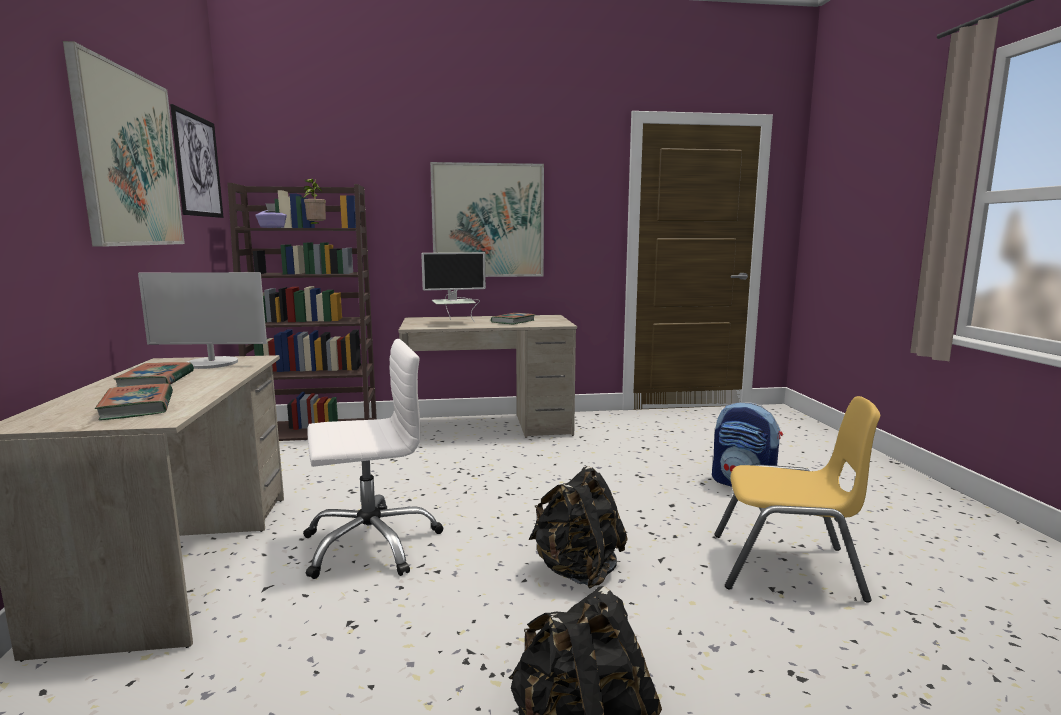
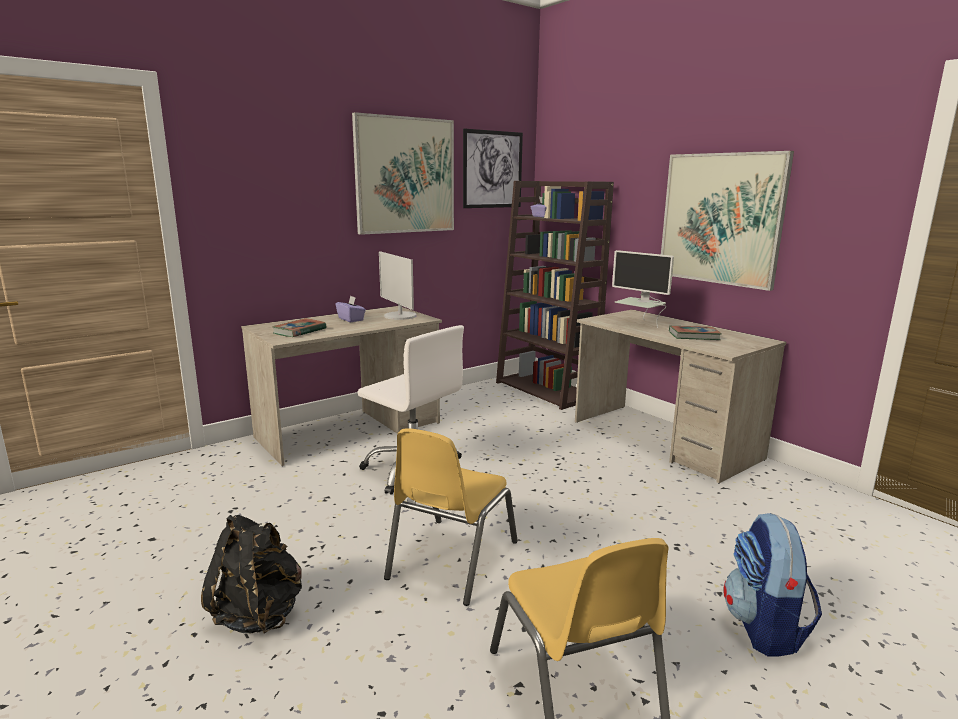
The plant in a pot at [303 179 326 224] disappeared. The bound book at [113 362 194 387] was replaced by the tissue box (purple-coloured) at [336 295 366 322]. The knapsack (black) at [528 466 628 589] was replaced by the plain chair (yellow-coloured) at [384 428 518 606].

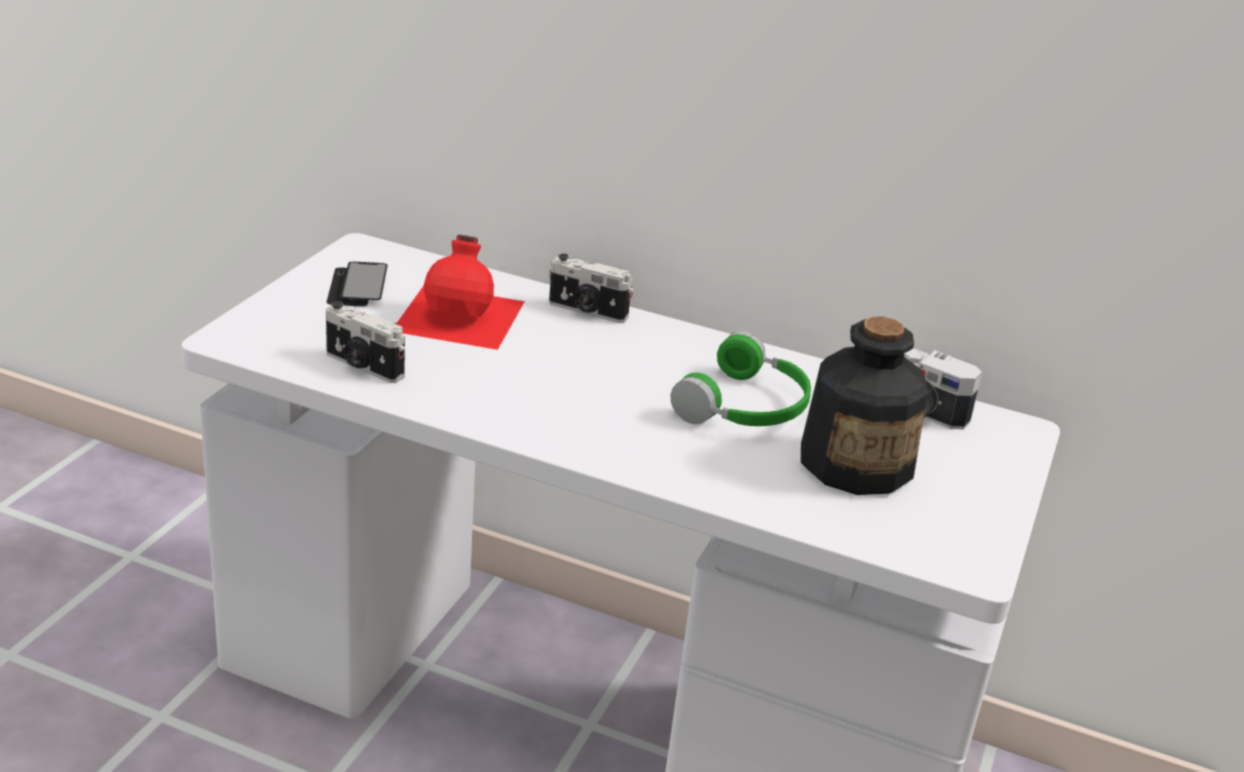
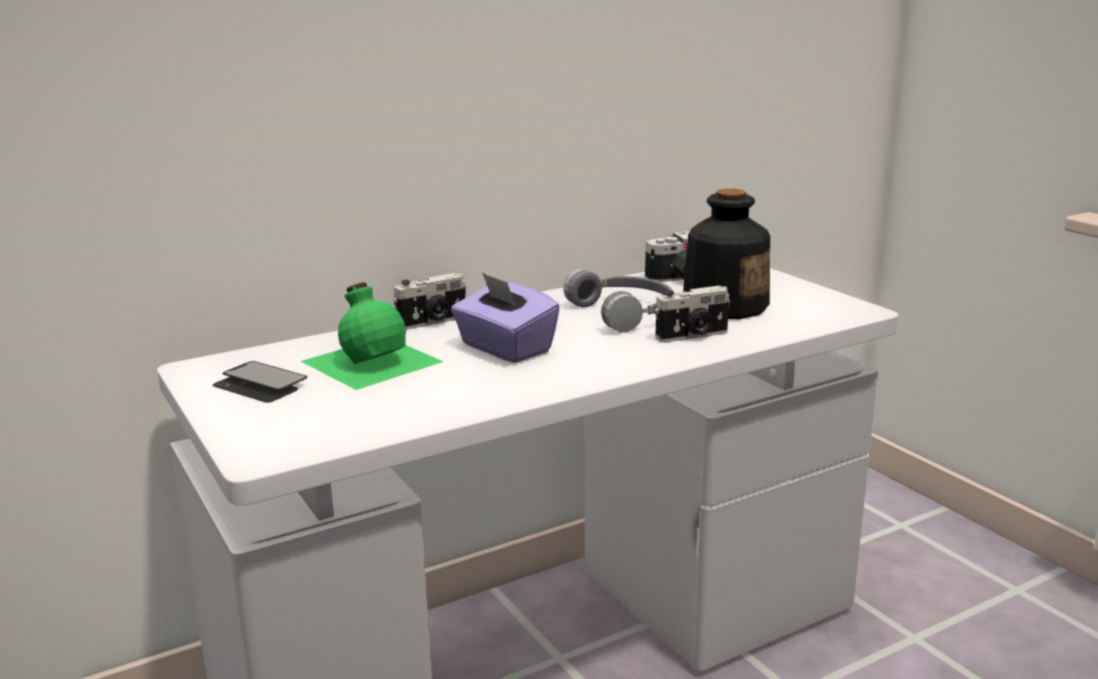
The bottle (red) at [396 235 525 350] became the bottle (green-coloured) at [301 282 444 390]. The photo camera moved from [326 301 405 383] to [655 286 730 343]. The headset (green-coloured) at [670 331 811 426] became the headset (gray) at [563 269 673 333]. The tissue box (purple-coloured) at [451 272 560 363] appeared.

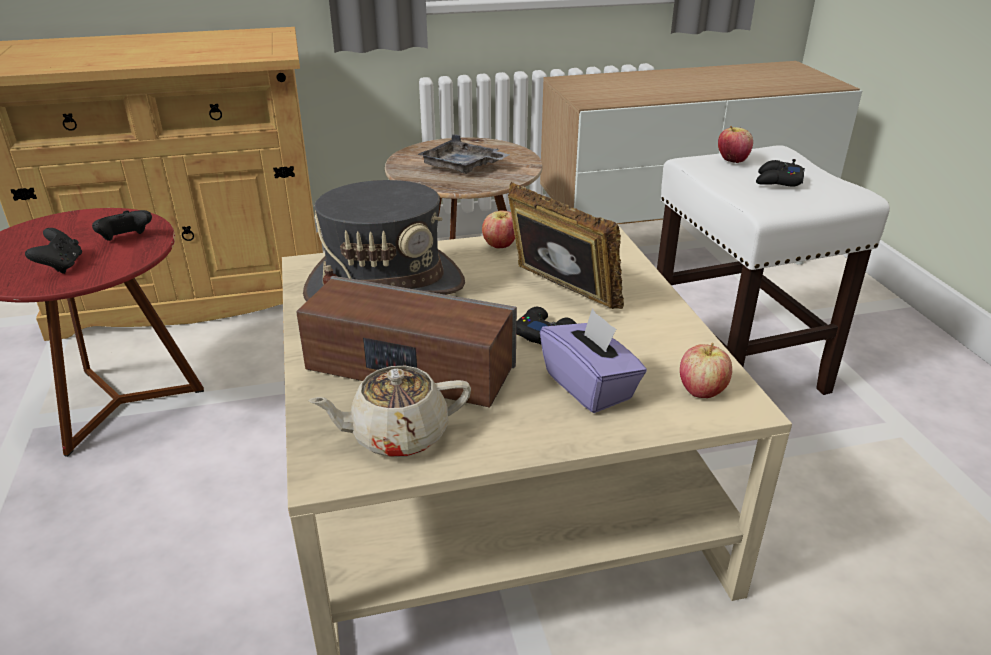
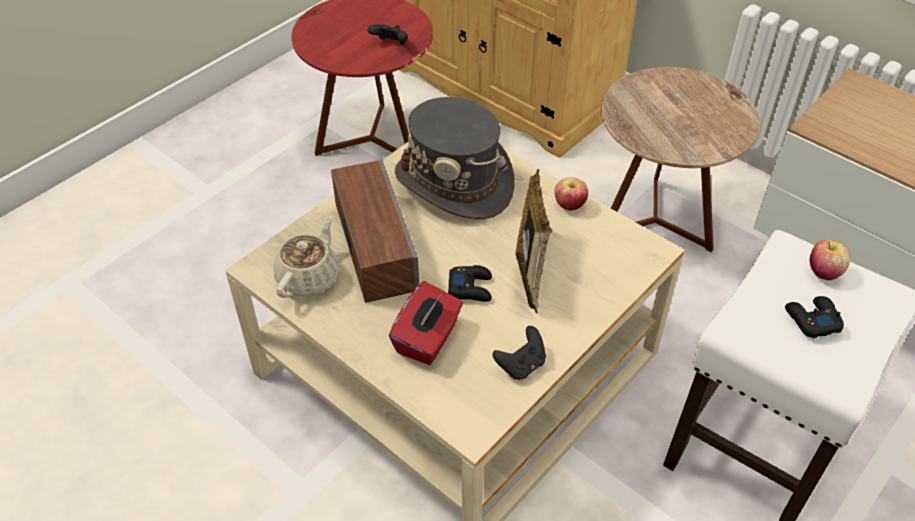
The carrying tray (gray) at [417 134 510 174] disappeared. The gamepad (black) moved from [25 228 82 274] to [492 326 546 380]. The tissue box (purple-coloured) at [540 309 647 413] became the tissue box (red) at [389 281 463 365]. The apple fruit at [680 343 732 398] disappeared. The tea pot (sand-coloured) at [308 366 471 457] turned 75 degrees clockwise.

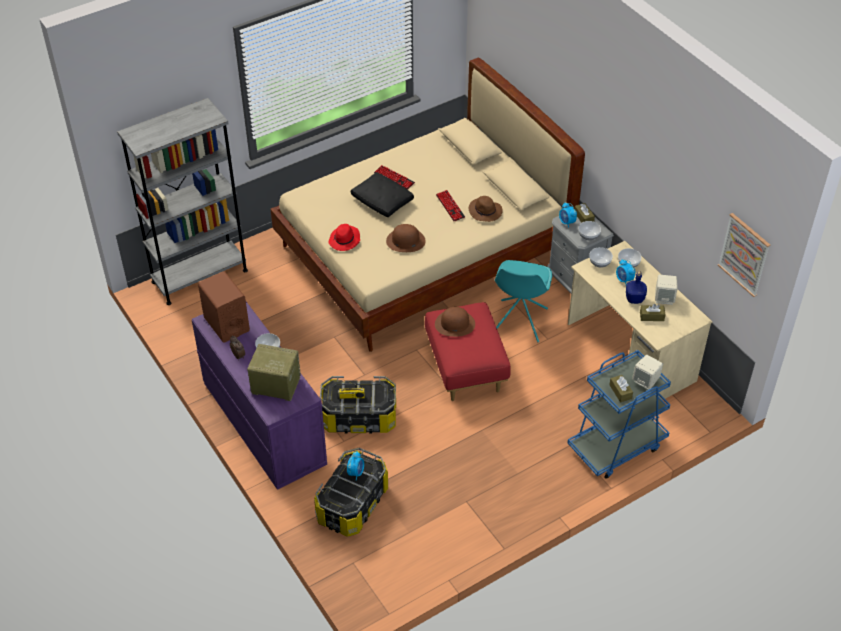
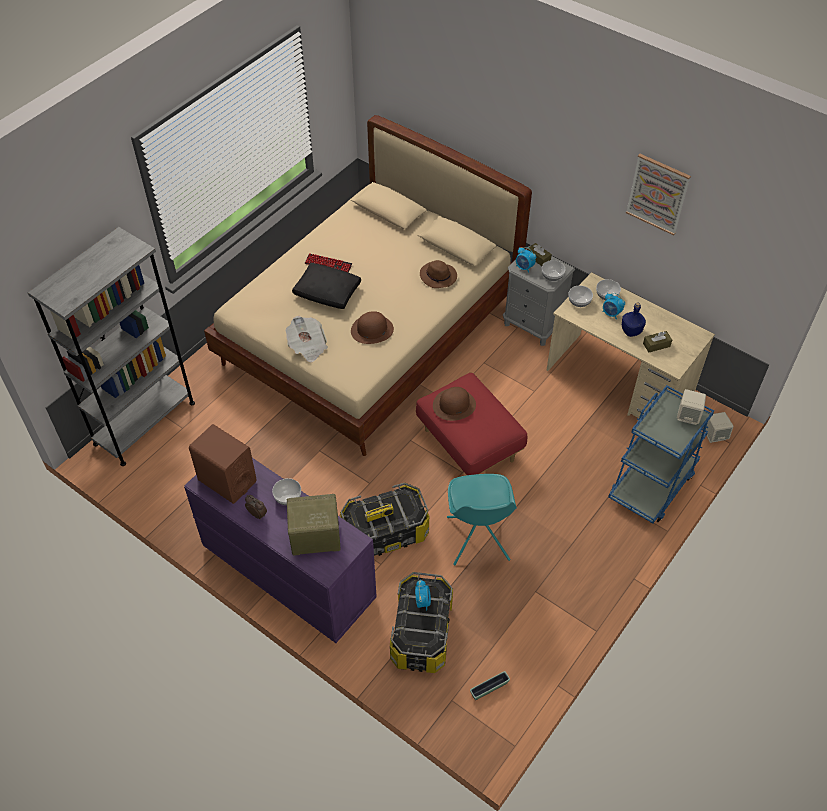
The PC keyboard at [436 190 465 221] disappeared. The wall art moved from [718 213 770 297] to [626 154 691 235]. The wearable hat (red) at [328 224 360 251] was replaced by the newspaper at [285 316 328 362]. The plain chair (turquoise) moved from [494 260 552 342] to [447 474 517 565]. The audio speaker (sand-coloured) moved from [655 274 678 305] to [705 412 733 443]. The tissue box (brownish) at [609 375 633 402] disappeared. The planter at [470 671 510 700] appeared.

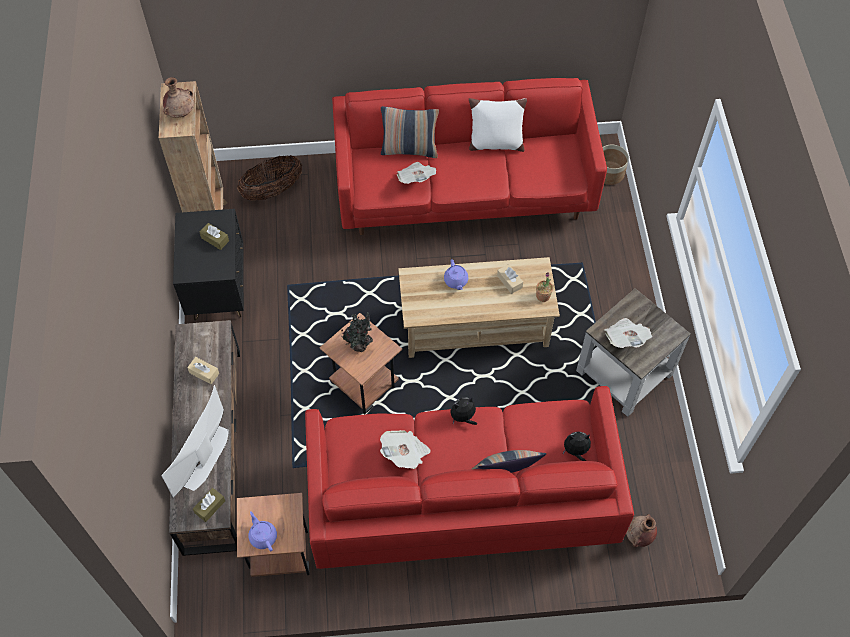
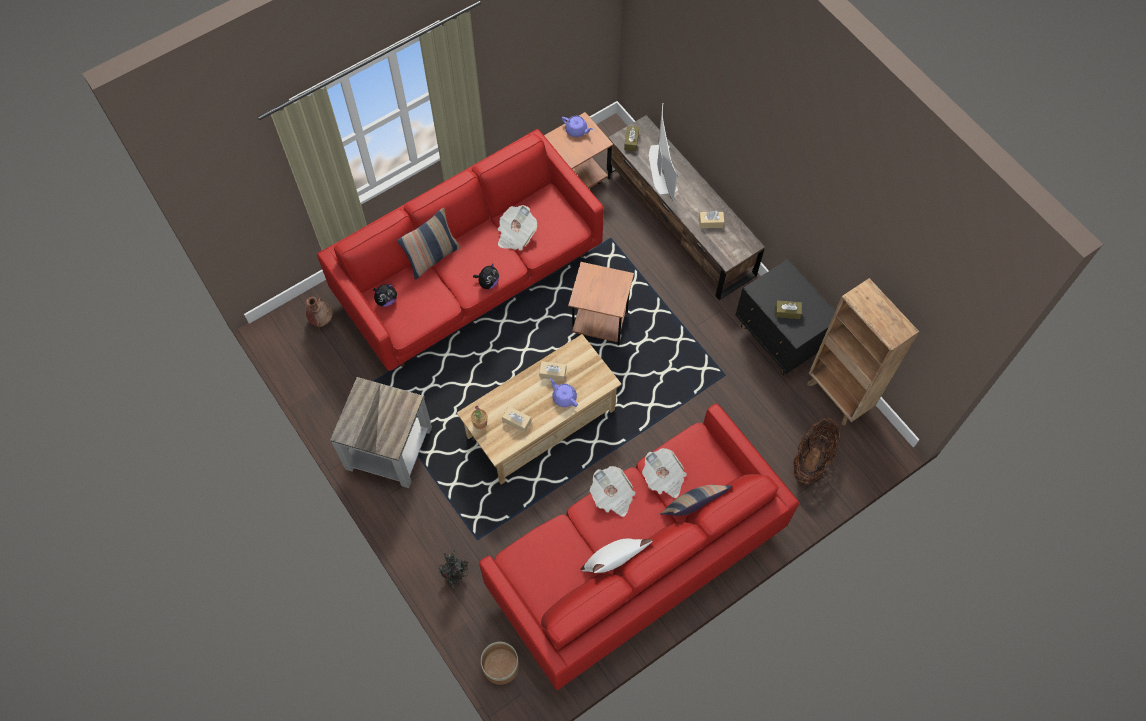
The vase (brownish) at [163 77 194 118] disappeared. The plant in a pot moved from [341 313 373 352] to [439 549 469 588]. The newspaper moved from [605 318 652 348] to [590 466 636 517]. The tissue box (sand-coloured) at [539 361 566 381] appeared.

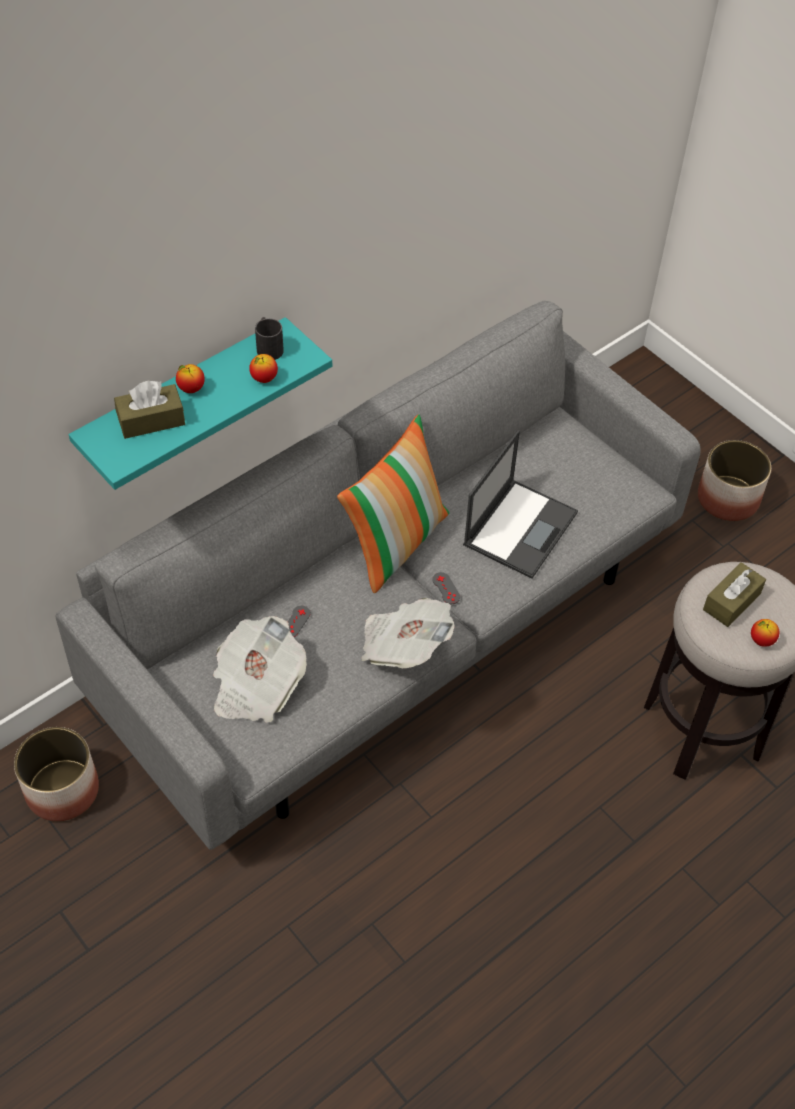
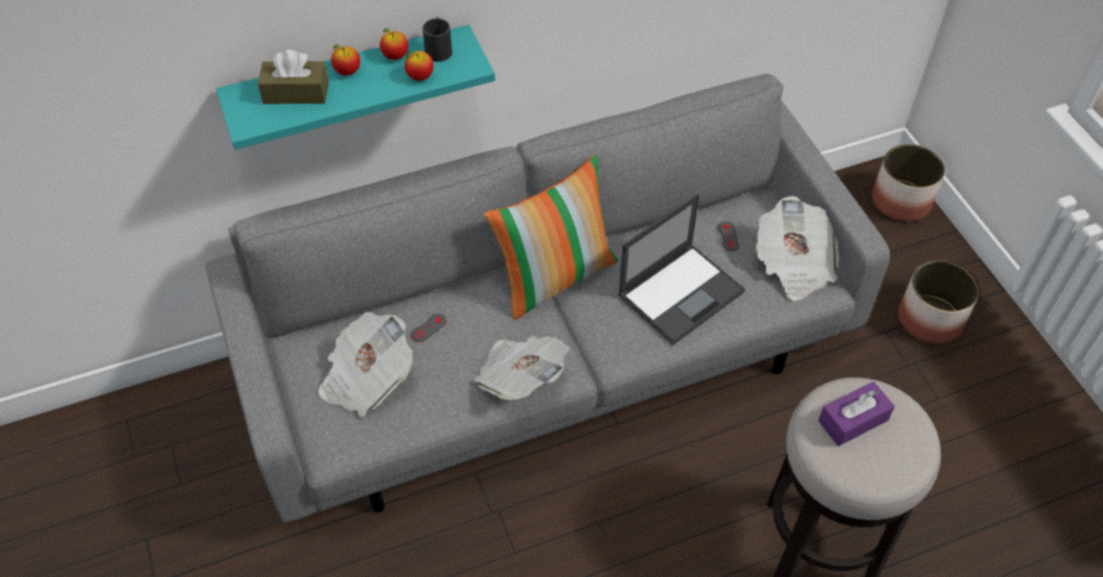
The tissue box (brownish) at [703 562 766 627] became the tissue box (purple-coloured) at [818 382 895 446]. The gamepad (gray) moved from [432 572 460 604] to [718 221 740 251]. The apple fruit moved from [751 619 779 647] to [380 28 408 60]. The planter moved from [14 727 99 821] to [872 144 945 222]. The newspaper at [755 196 839 301] appeared.

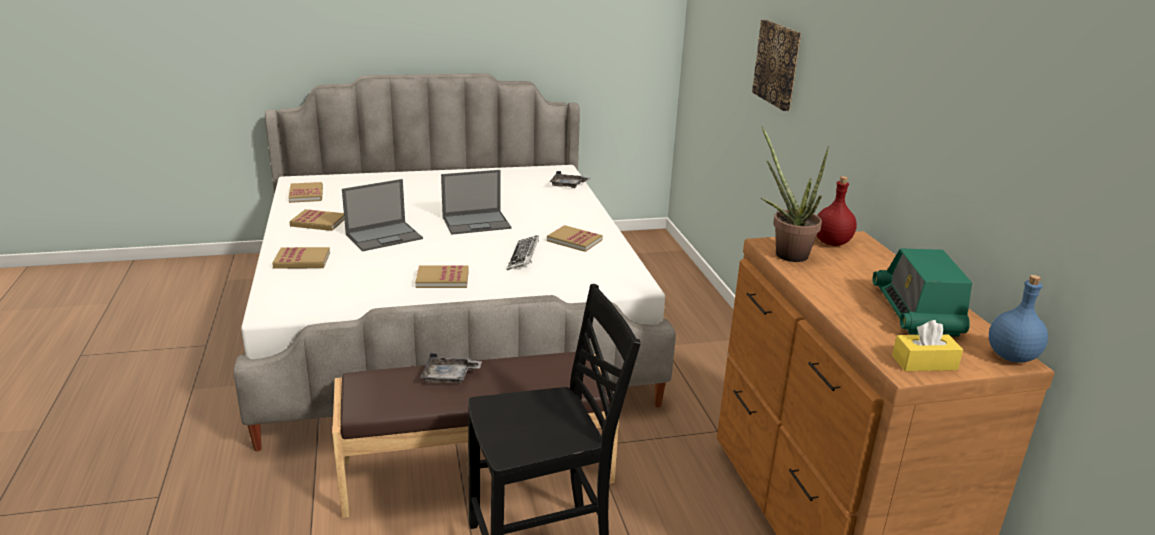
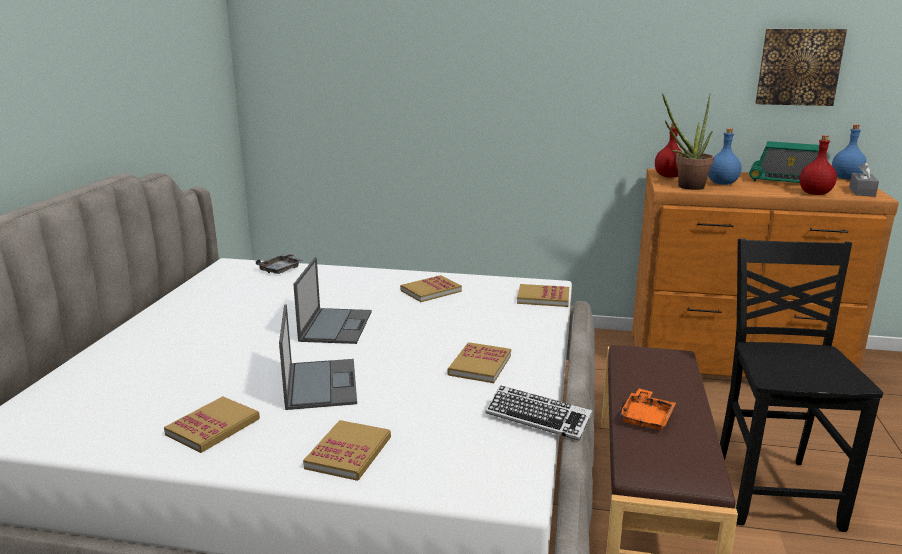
The wall art moved from [752 20 801 111] to [755 29 847 106]. The bound book moved from [288 182 323 203] to [517 284 569 307]. The PC keyboard moved from [507 235 539 270] to [486 385 592 441]. The tissue box (yellow-coloured) at [892 320 963 371] became the tissue box (gray) at [849 162 879 197]. The carrying tray (gray) at [420 353 482 384] became the carrying tray (orange-coloured) at [619 388 676 430]. The bottle (blue-coloured) at [708 128 742 185] appeared. The bottle (red) at [800 135 837 195] appeared.

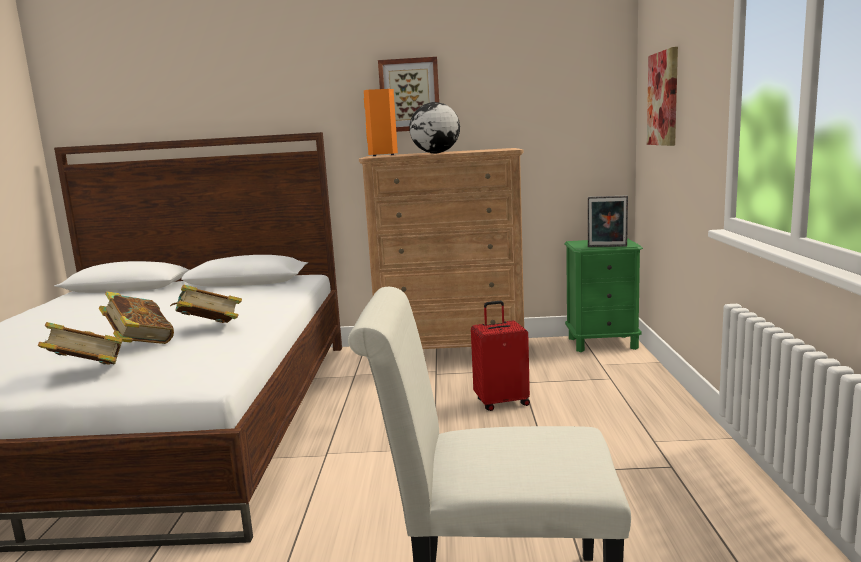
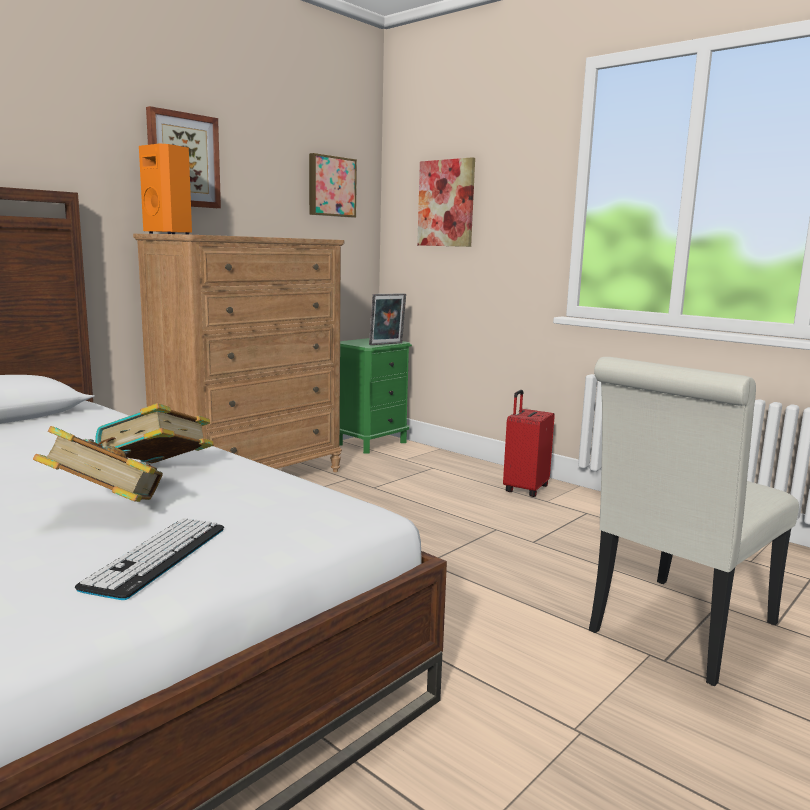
The world globe at [409 102 460 154] disappeared. The piece of luggage (red) moved from [471 301 530 411] to [503 390 555 497]. The bound book at [38 322 123 365] was replaced by the PC keyboard at [75 518 224 600]. The wall art at [309 153 357 218] appeared.

